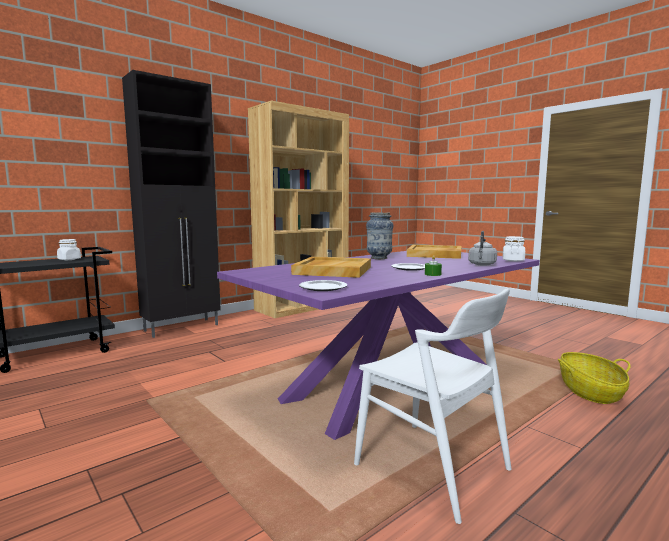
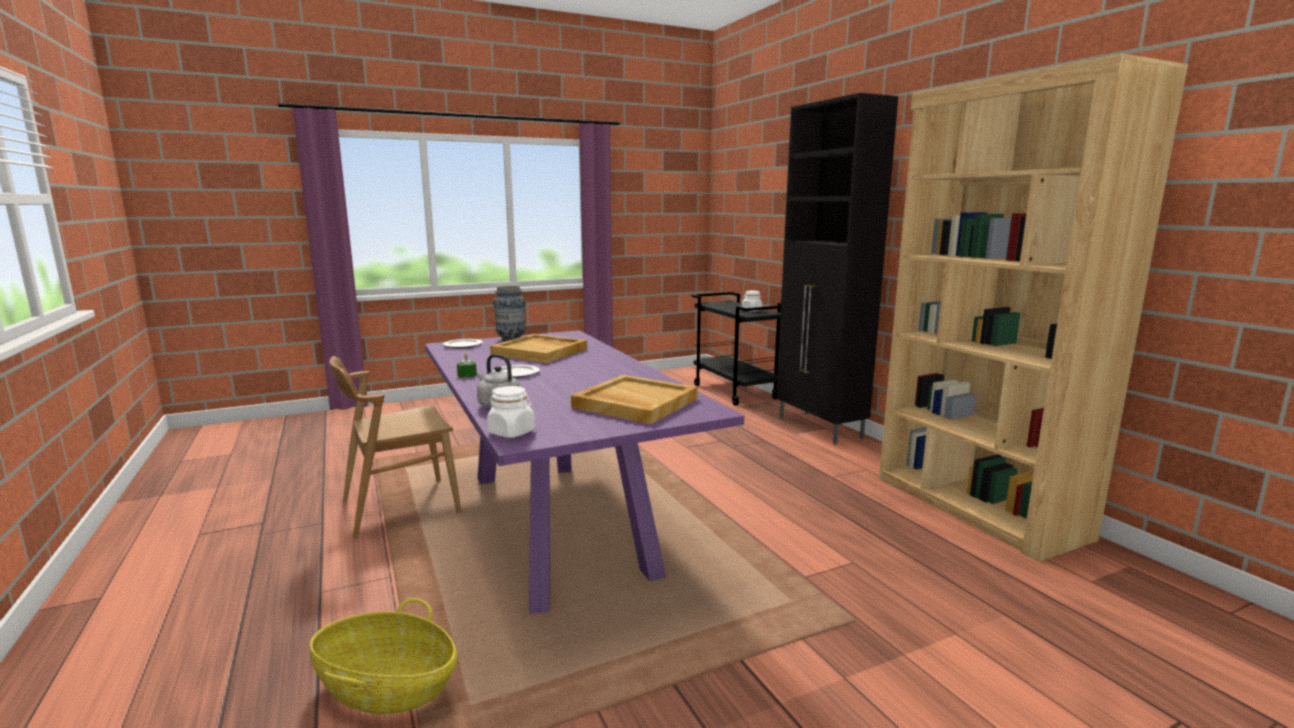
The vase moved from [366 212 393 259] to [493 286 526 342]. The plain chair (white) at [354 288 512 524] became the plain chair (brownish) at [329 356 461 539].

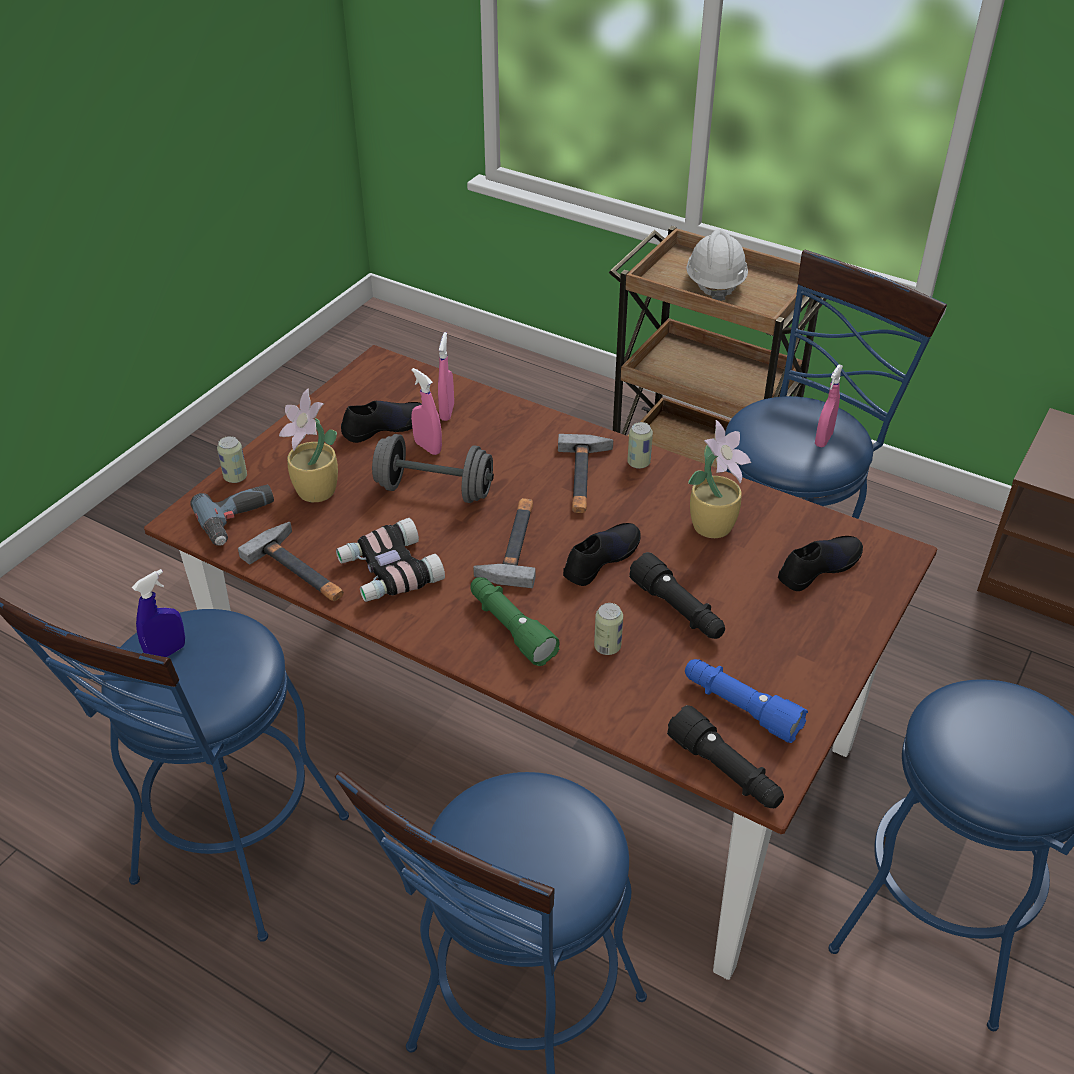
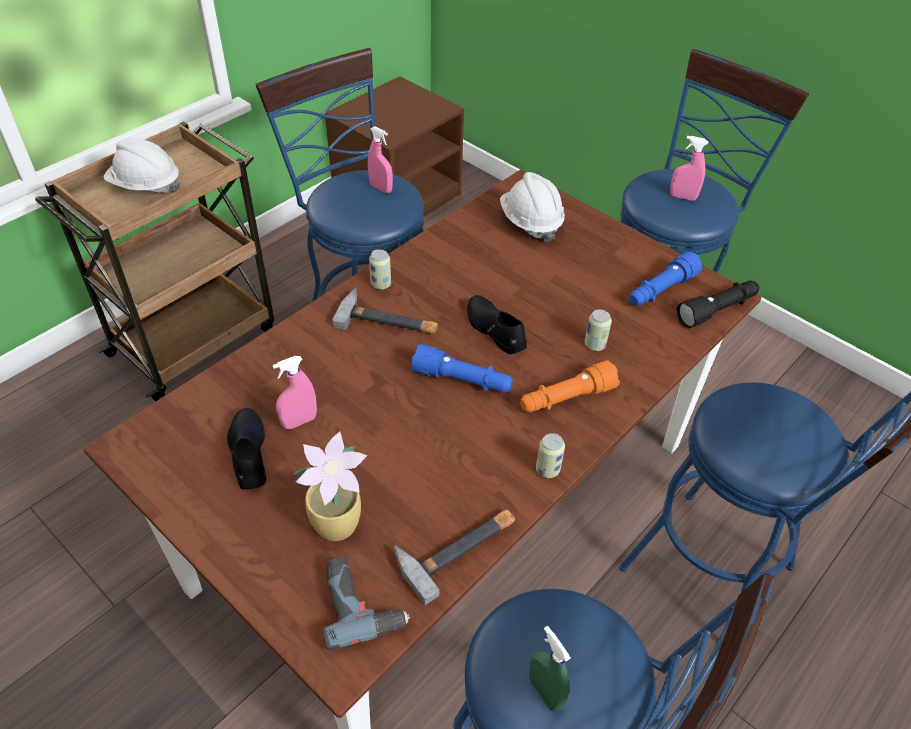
The sprayer (pink) moved from [438 332 454 421] to [670 136 708 201]. The plant in a pot at [688 420 751 538] disappeared. The free weight (gray) at [372 434 494 503] disappeared. The sealed can moved from [217 436 247 483] to [536 433 565 478]. The tool hammer at [473 498 536 588] was replaced by the torch (blue-coloured) at [411 344 513 392]. The pair of binoculars at [336 518 445 602] disappeared. The shoe (black) at [778 536 863 591] was replaced by the hard hat (white) at [500 172 565 242]. The torch (black) at [629 552 725 639] disappeared. The sprayer (blue-coloured) at [132 569 185 657] became the sprayer (green-coloured) at [529 626 571 712]. The torch (green-coloured) at [471 577 560 666] became the torch (orange-coloured) at [520 360 620 412].

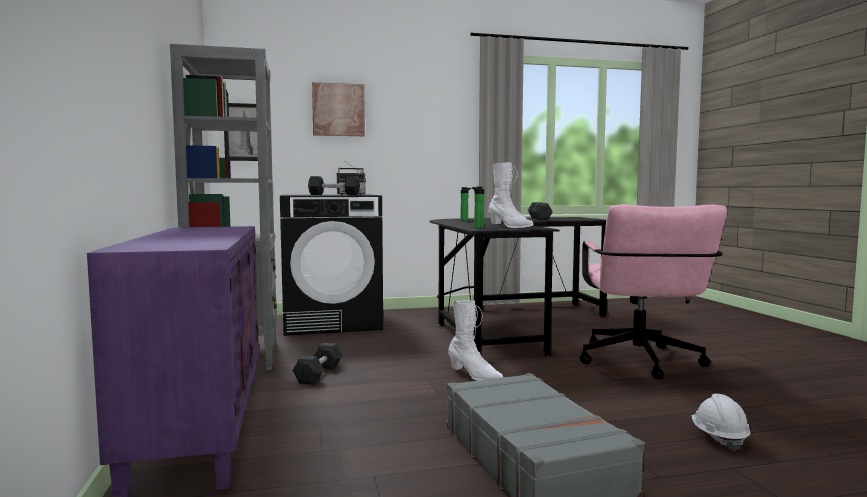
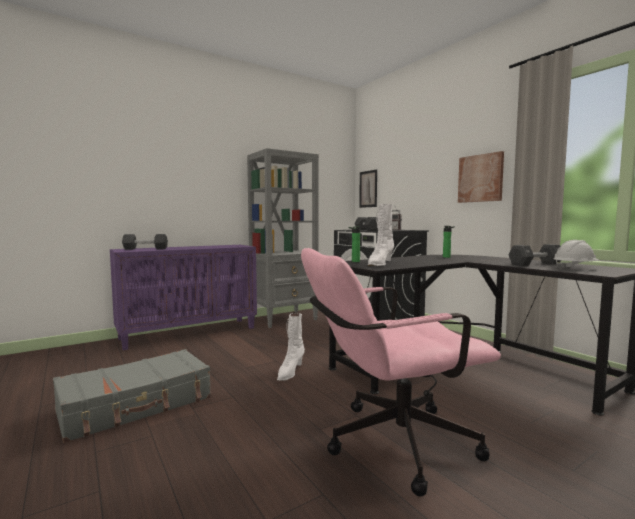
The wall art moved from [312 82 365 136] to [458 151 504 203]. The free weight (black) moved from [292 343 342 384] to [122 234 168 250]. The hard hat (white) moved from [692 394 751 452] to [554 240 600 269].

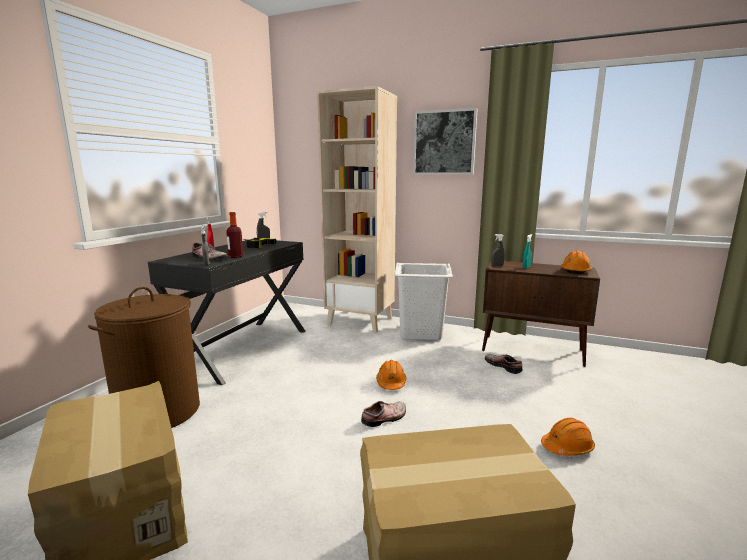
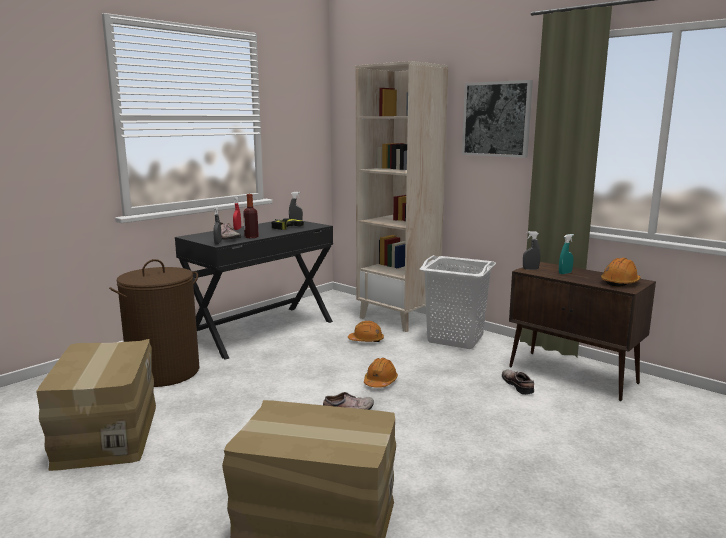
The hard hat (orange-coloured) moved from [541 418 595 456] to [348 321 384 343].

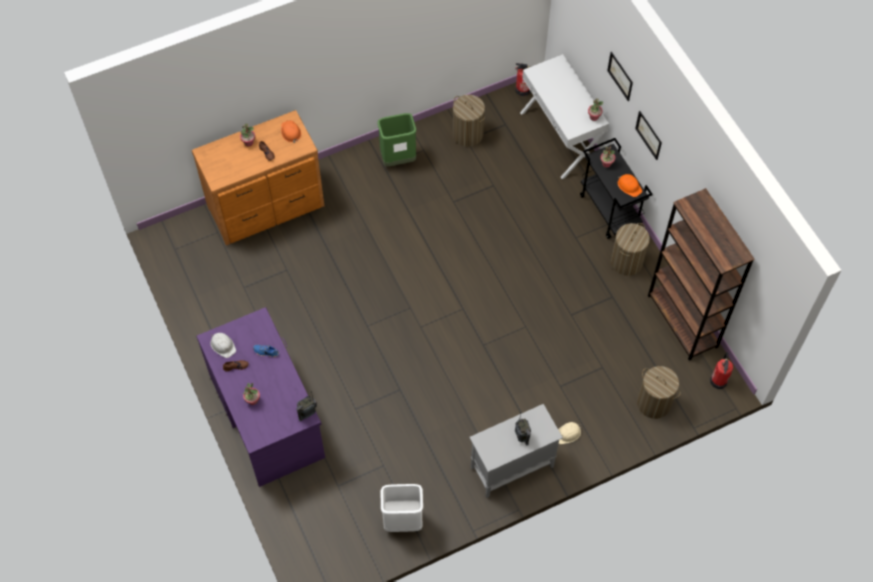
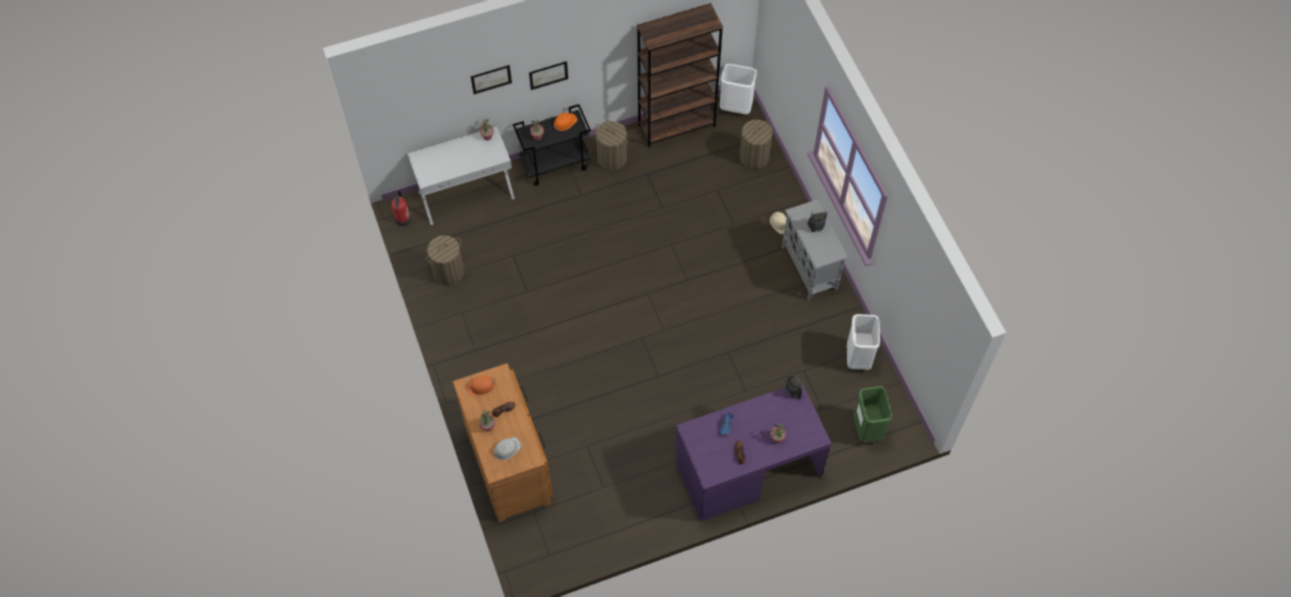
The waste bin (green-coloured) moved from [377 113 417 166] to [853 386 892 443]. The hard hat (white) moved from [210 333 236 358] to [494 437 522 460]. The extinguisher at [710 352 733 389] was replaced by the waste bin (white) at [720 64 757 114].

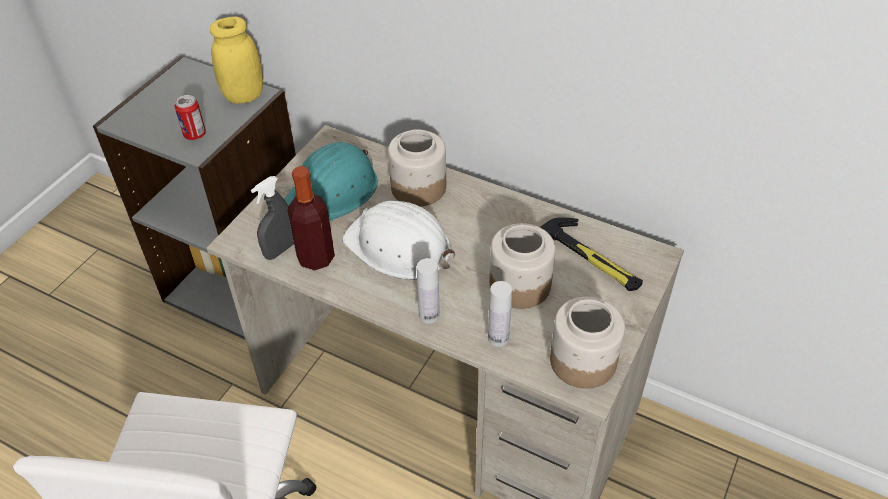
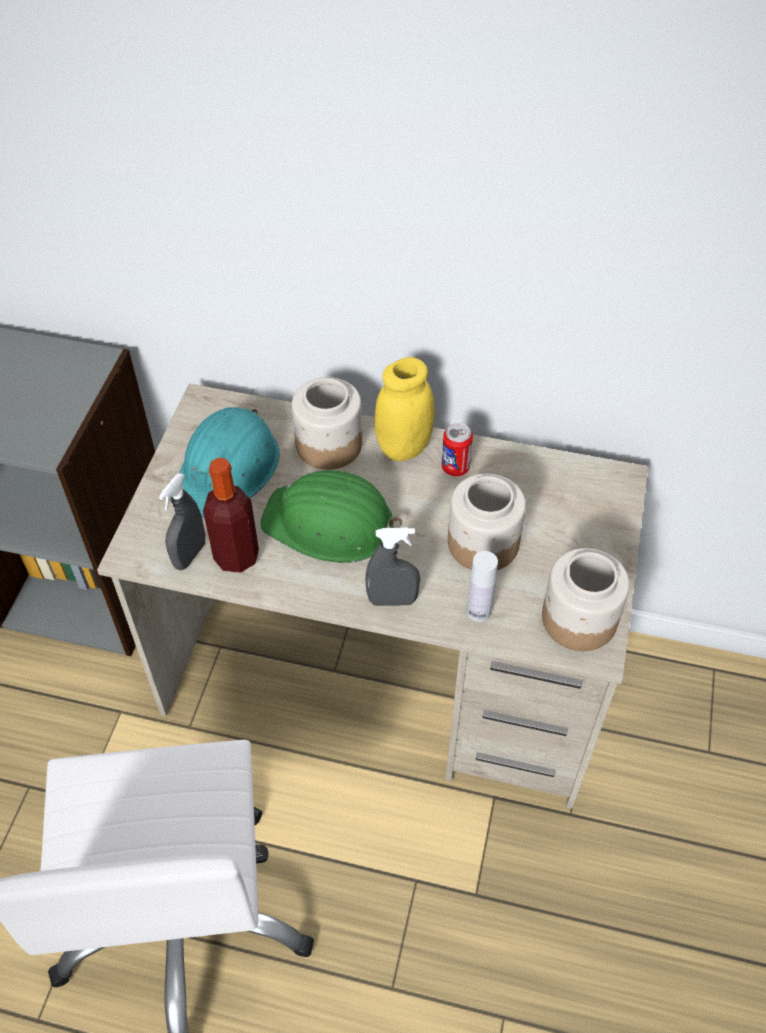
The storage jar (yellow-coloured) moved from [210 17 263 104] to [375 357 435 461]. The sealed can moved from [174 95 206 140] to [441 423 473 476]. The hard hat (white) at [342 201 455 280] became the hard hat (green-coloured) at [260 470 403 563]. The tool hammer at [540 218 643 291] disappeared. The bottle (white) at [417 258 440 324] was replaced by the sprayer (gray) at [365 527 420 606].

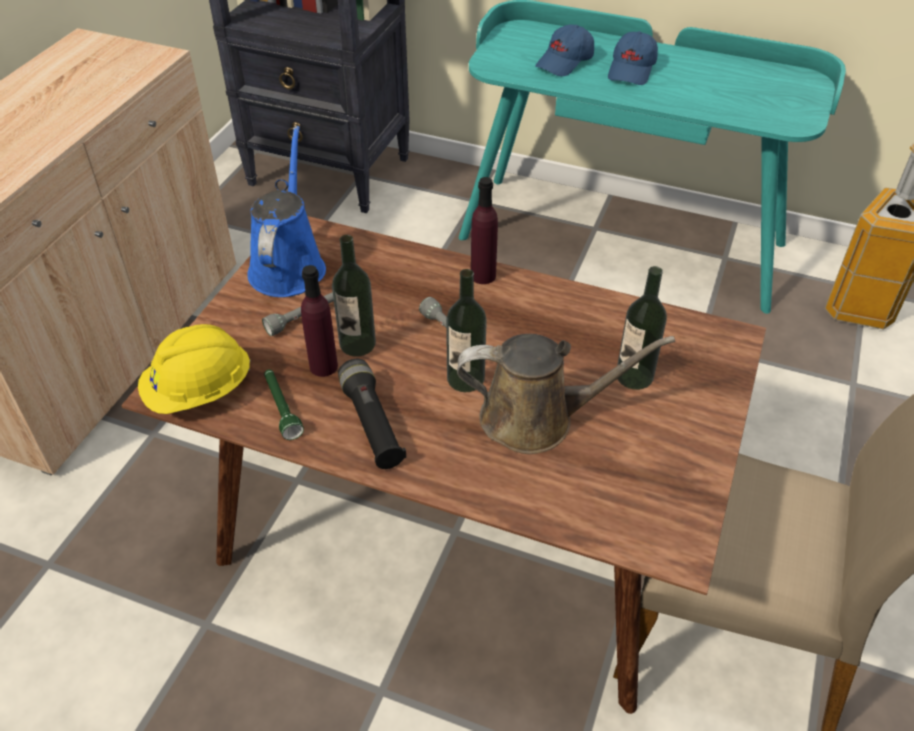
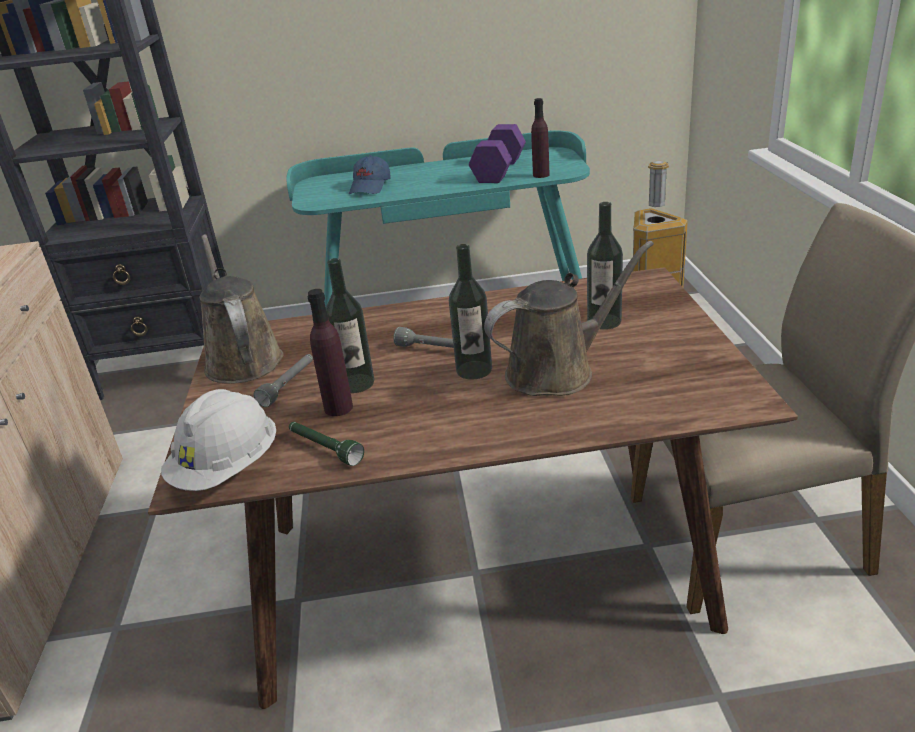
The cap (blue-coloured) at [608 31 658 85] disappeared. The watering can (blue-coloured) at [247 126 326 297] became the watering can (brownish) at [200 234 284 384]. The bottle (purple-coloured) moved from [471 177 498 284] to [531 98 550 178]. The hard hat (yellow-coloured) at [138 324 251 414] became the hard hat (white) at [161 389 276 491]. The torch (black) at [338 359 406 469] disappeared. The free weight (purple-coloured) at [469 124 526 183] appeared.

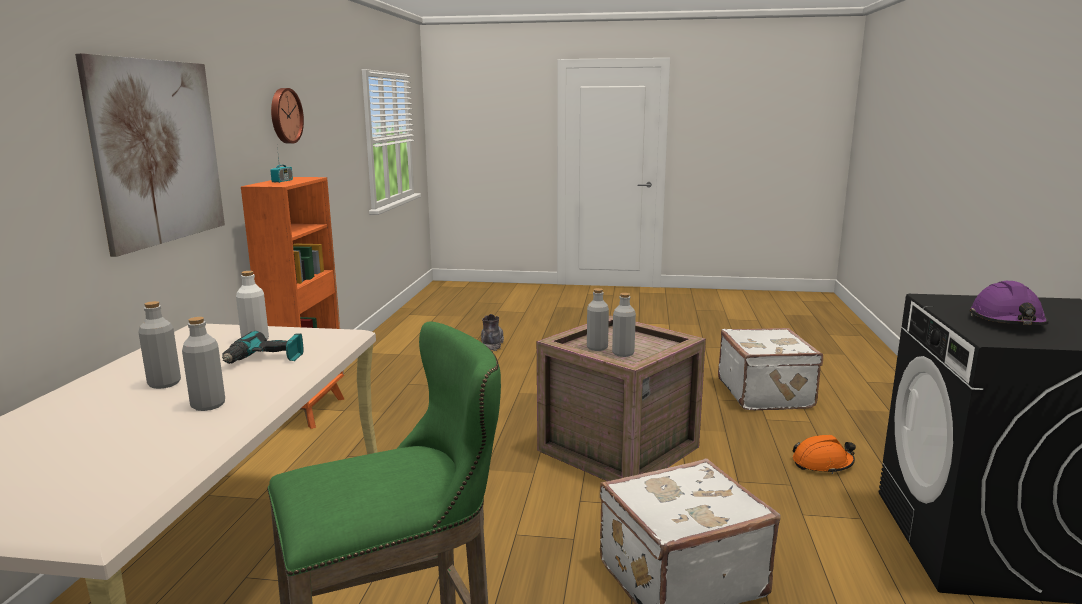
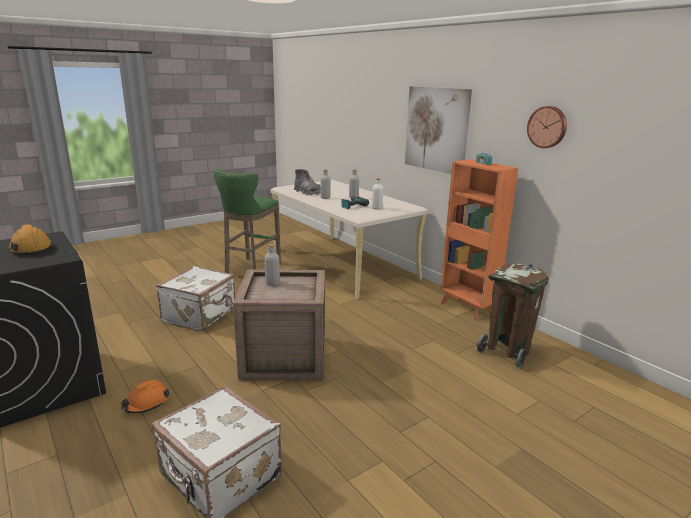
The hard hat (purple-coloured) at [970 281 1048 325] became the hard hat (orange-coloured) at [8 224 53 256]. The bottle (gray) at [587 288 609 351] disappeared. The tall boot (gray) moved from [481 314 504 351] to [294 169 320 195]. The waste bin (brownish) at [477 264 549 369] appeared.

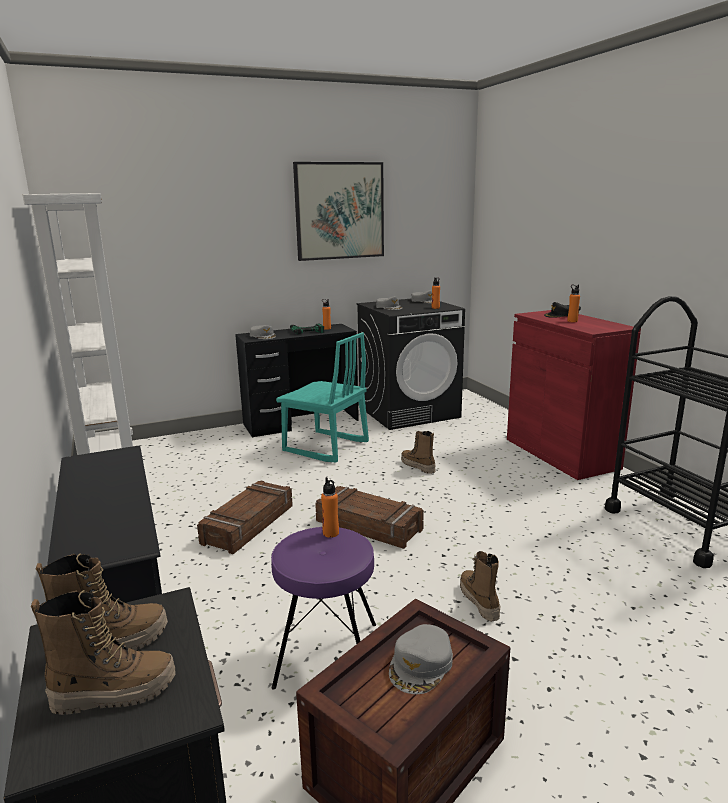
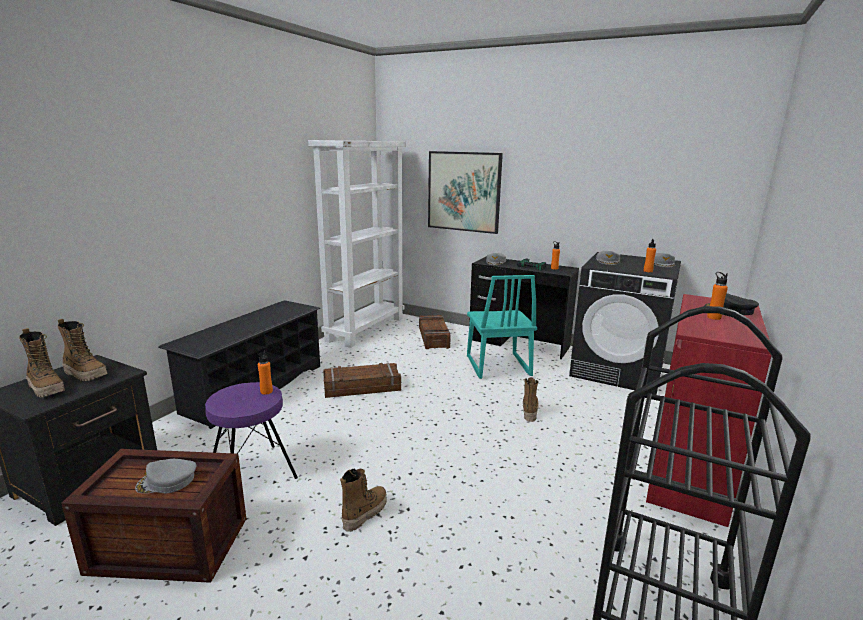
The wall art moved from [293 162 384 261] to [428 151 503 234]. The crate moved from [315 486 424 549] to [419 315 451 349].

